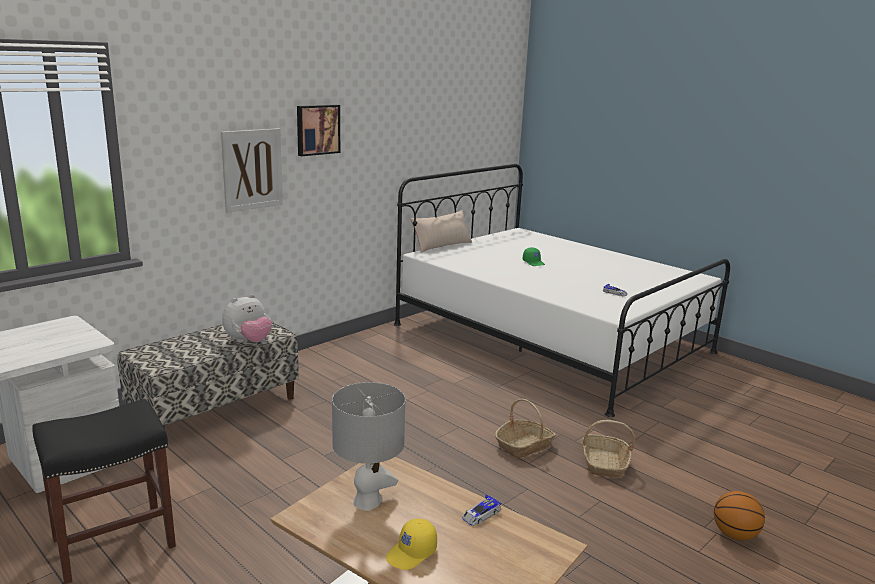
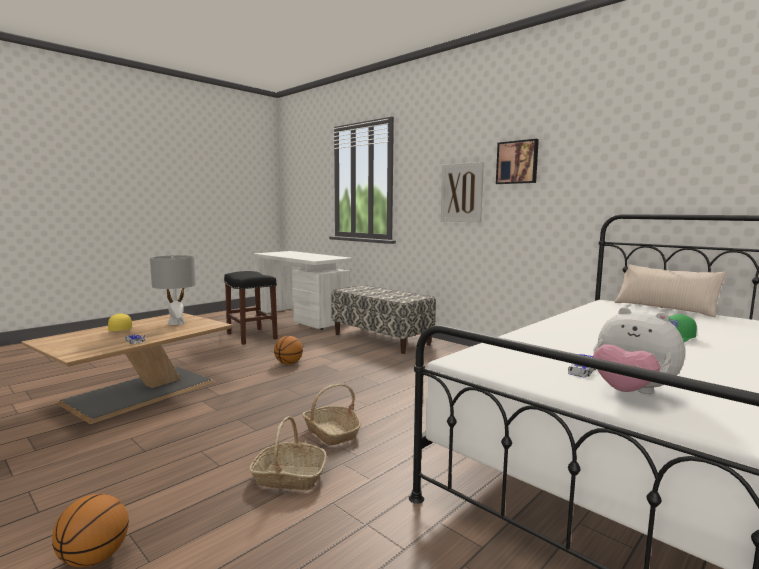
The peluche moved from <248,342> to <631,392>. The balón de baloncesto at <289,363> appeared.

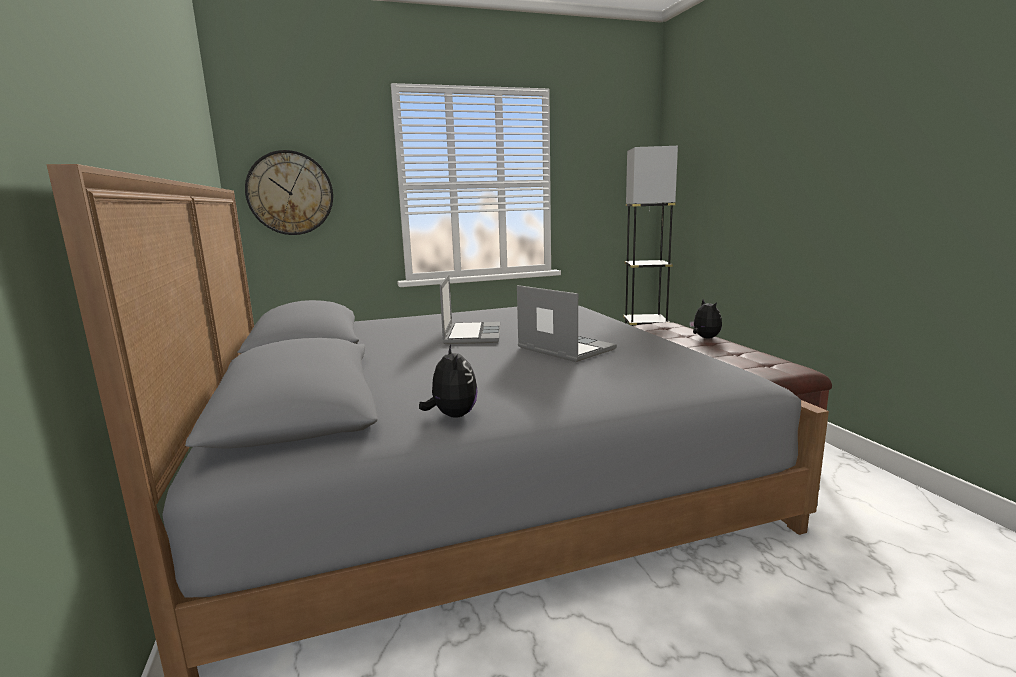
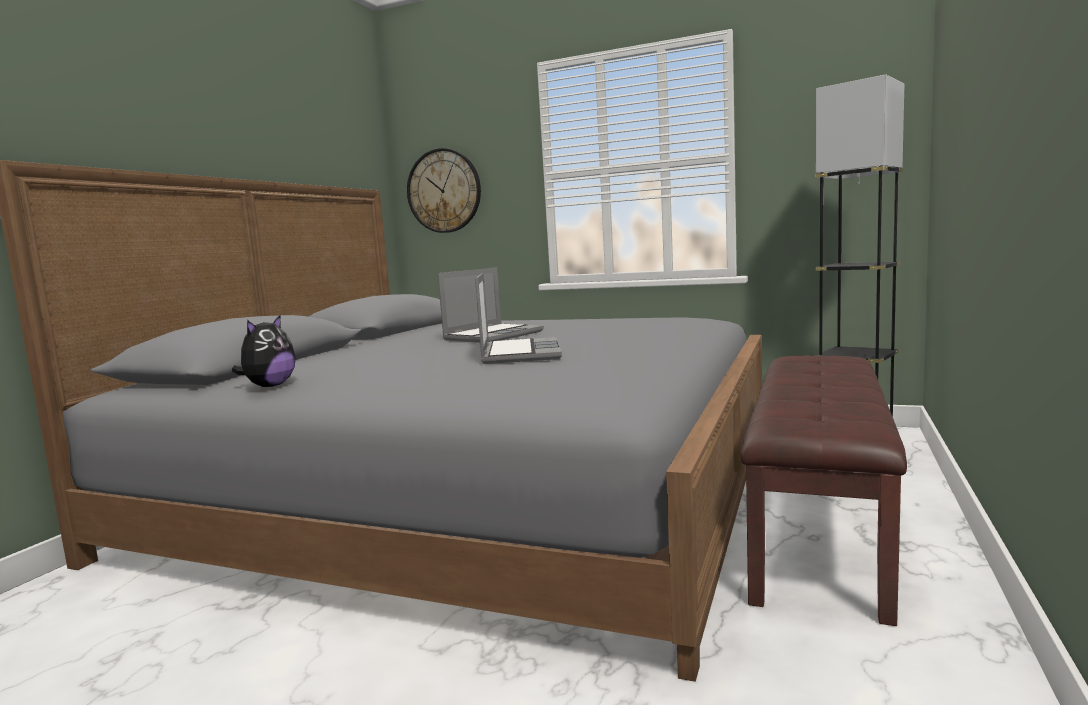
The peluche at <704,338> disappeared.

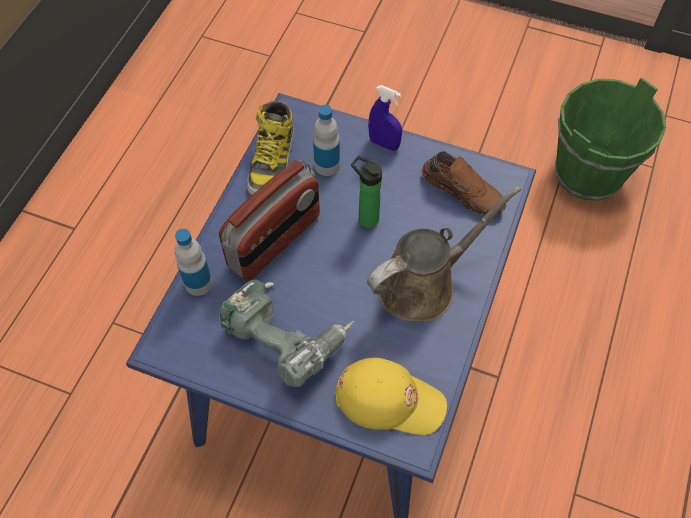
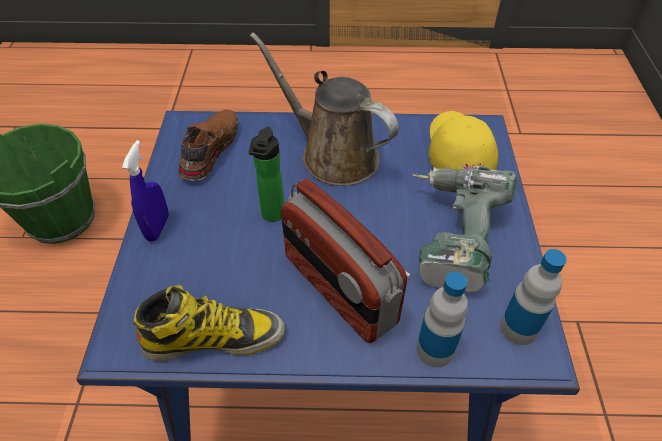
The radio at <275,241> turned 150 degrees counterclockwise. The botella moved from <327,165> to <518,328>.

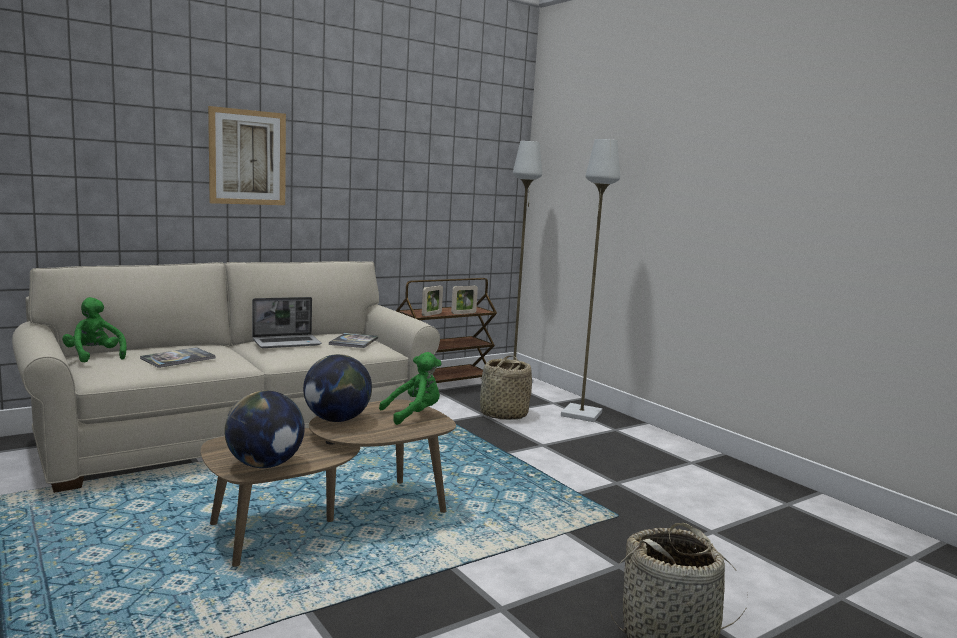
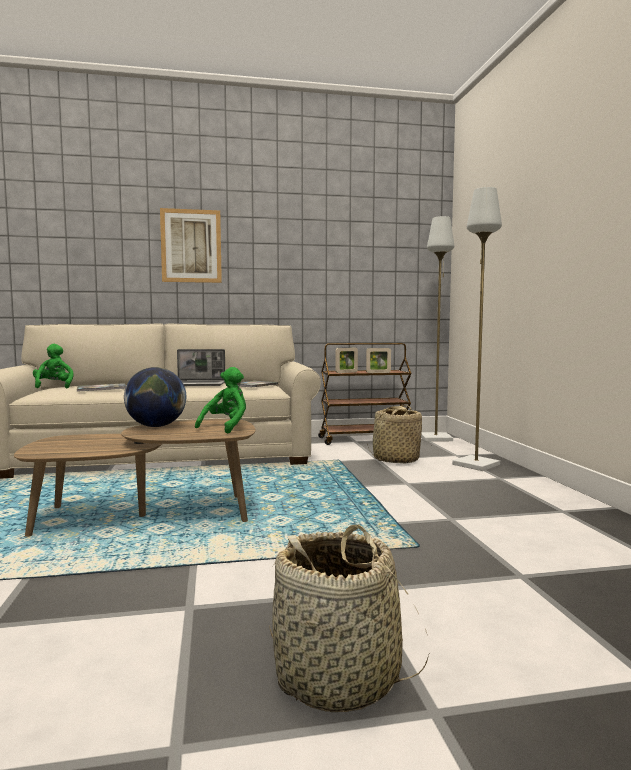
The globo terráqueo at <265,465> disappeared. The peluche [verde] at <414,415> turned 60 degrees counterclockwise.

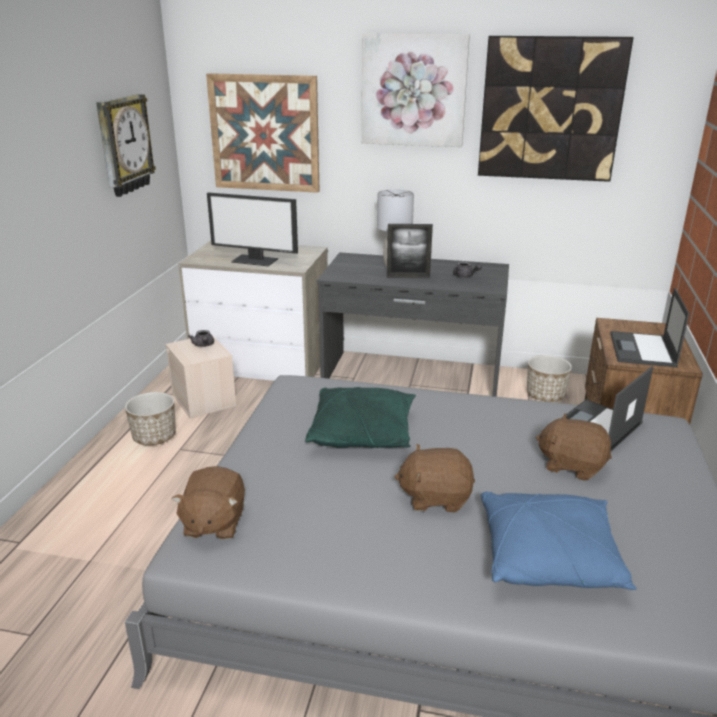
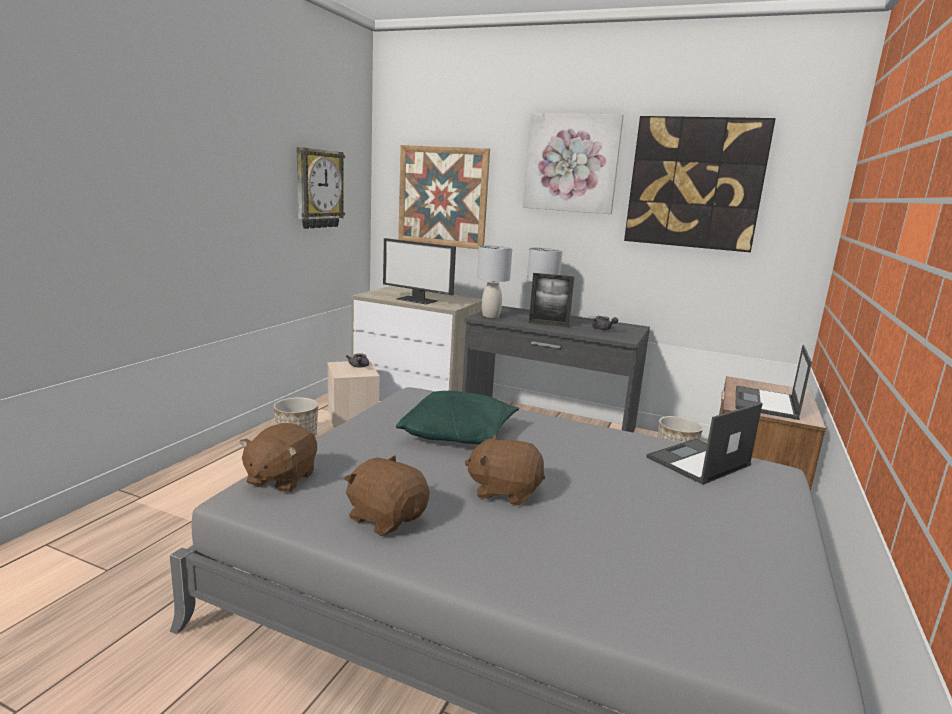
The cojín [azul] at <549,557> disappeared. The peluche [marrón] moved from <572,465> to <386,518>. The lámpara de mesa [gris] at <491,316> appeared.

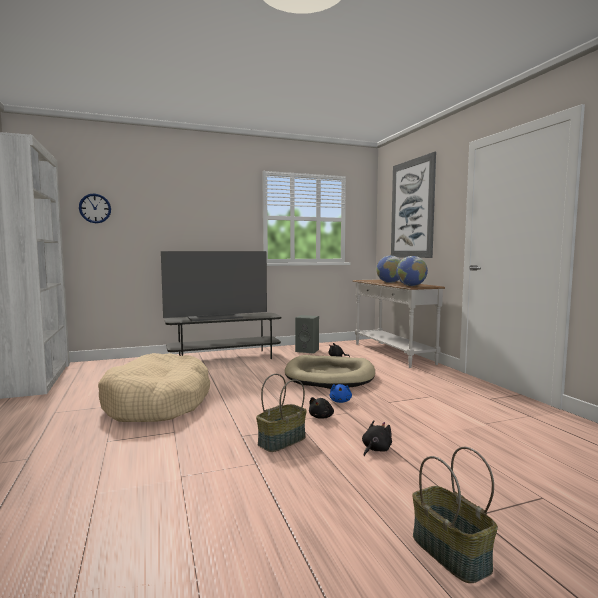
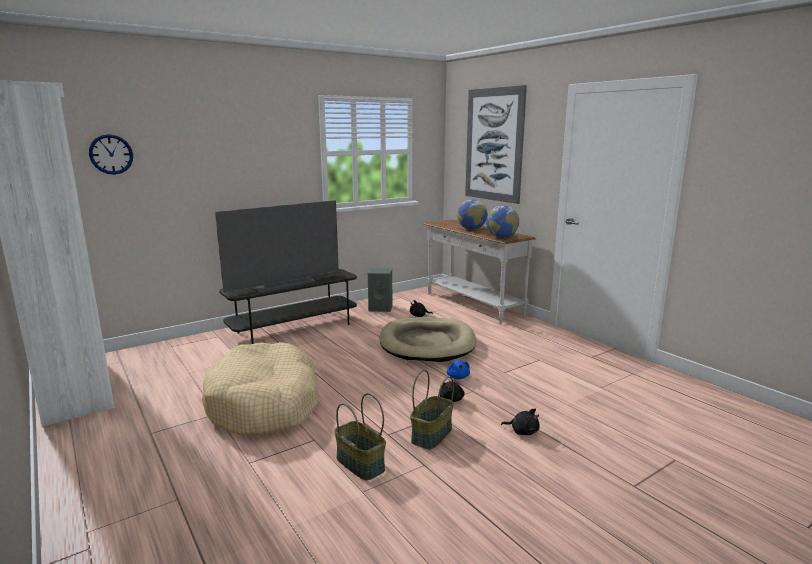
The peluche [negro] at <375,449> turned 90 degrees clockwise. The cesta moved from <449,552> to <359,464>.

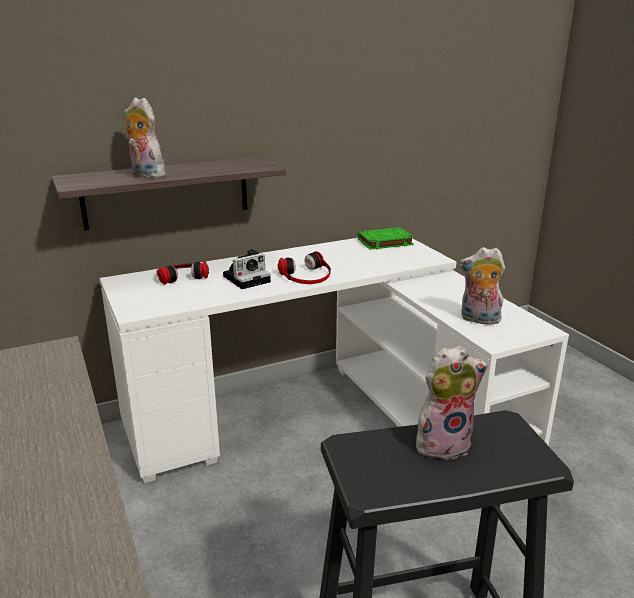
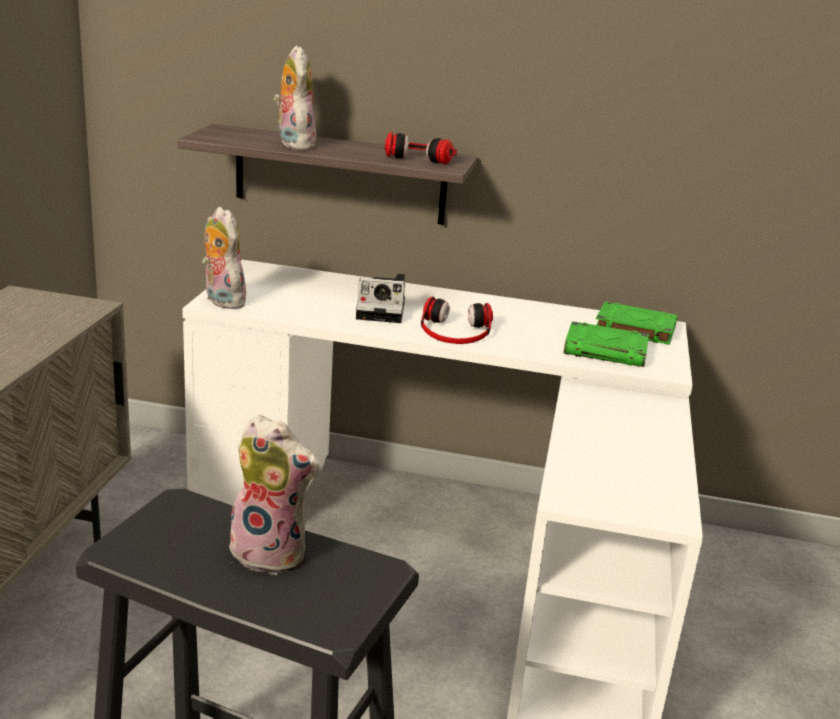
The auriculares moved from <182,276> to <422,156>. The peluche moved from <479,320> to <221,301>. The libro [verde] at <606,351> appeared.

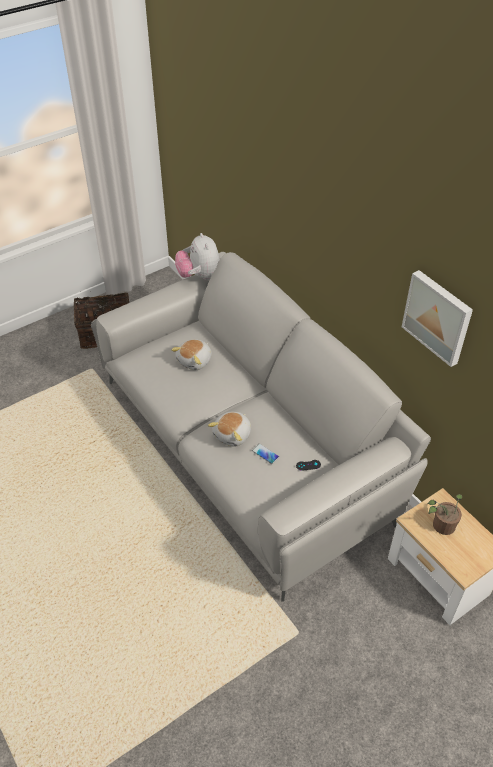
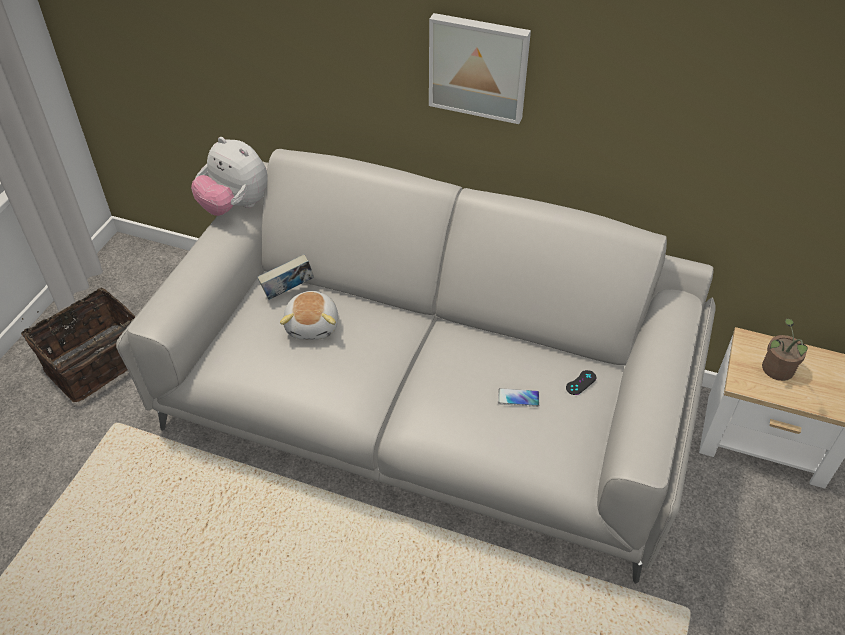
The peluche at <233,435> disappeared. The cuadro moved from <438,317> to <479,66>. The libro at <288,292> appeared.

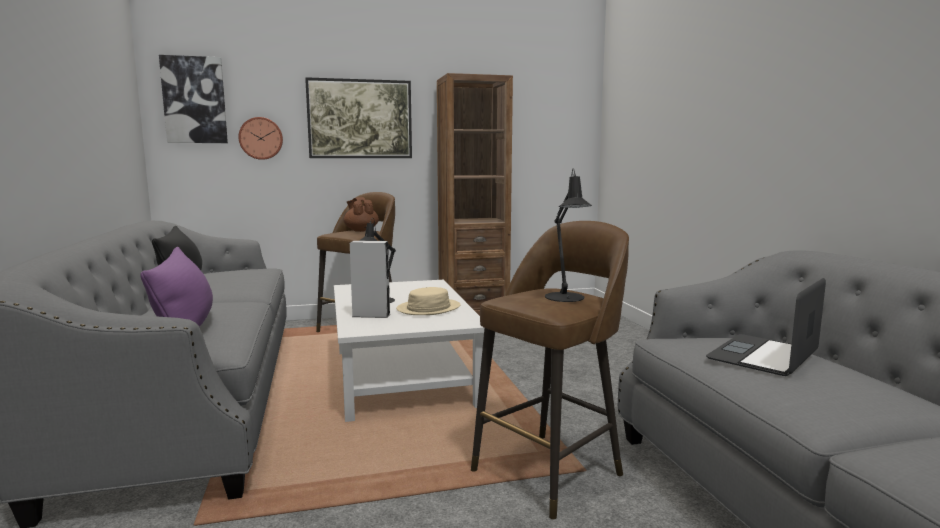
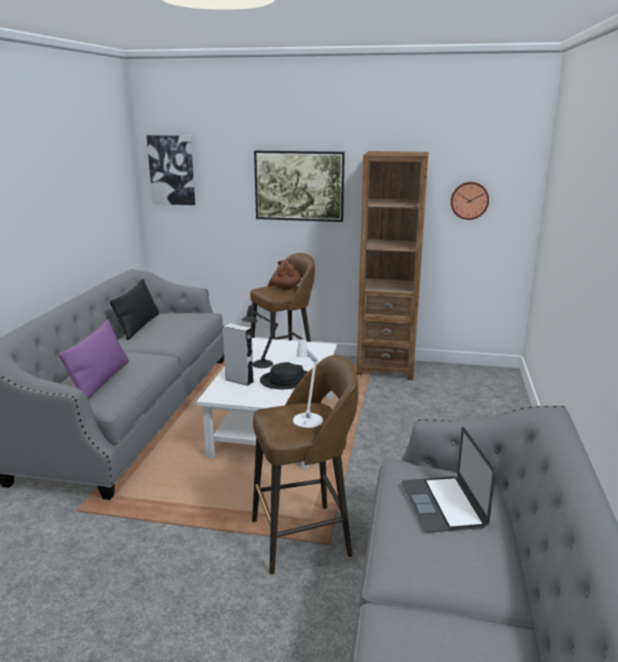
The reloj de pared moved from <261,138> to <469,200>. The sombrero [beis] at <429,308> became the sombrero [negro] at <286,380>. The lámpara de mesa [negro] at <566,298> became the lámpara de mesa [blanco] at <306,422>. The portátil at <763,355> turned 75 degrees counterclockwise.

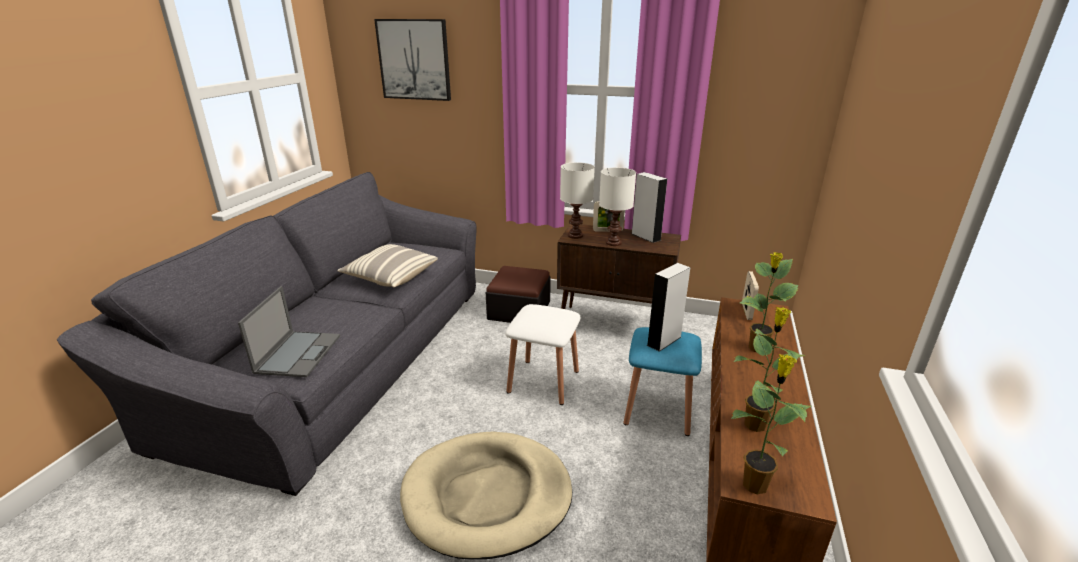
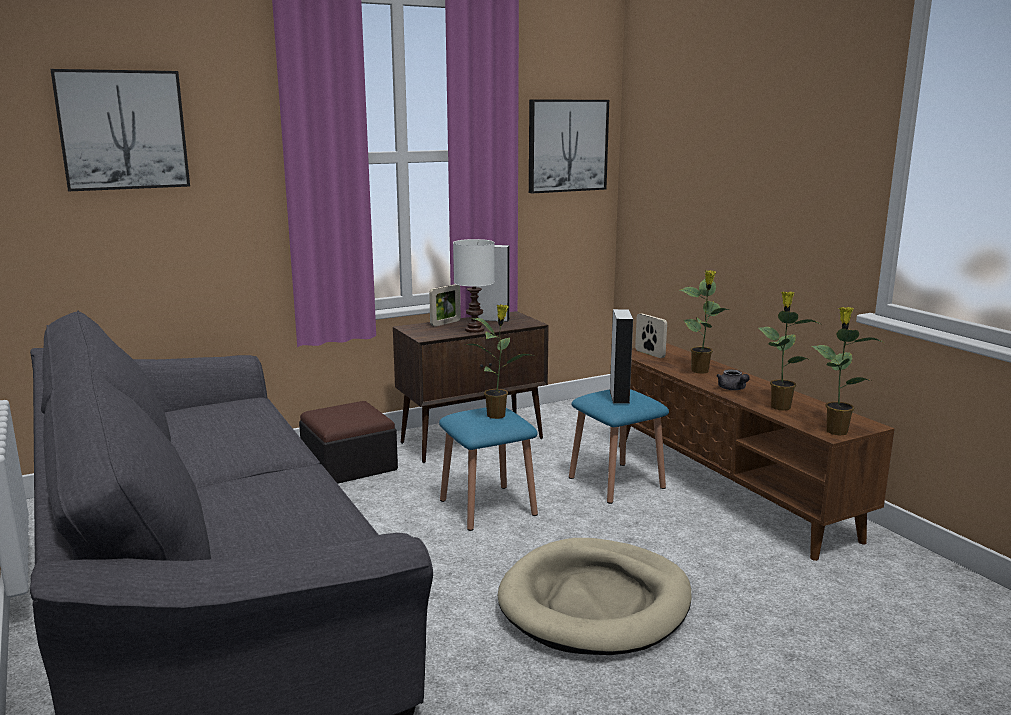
The portátil at <298,353> disappeared. The cojín at <390,277> disappeared. The taburete [blanco] at <543,381> became the taburete [azul] at <488,507>. The lámpara de mesa [blanco] at <574,236> disappeared. The planta en maceta at <497,415> appeared. The cuadro at <567,145> appeared. The tetera [gris] at <733,389> appeared.

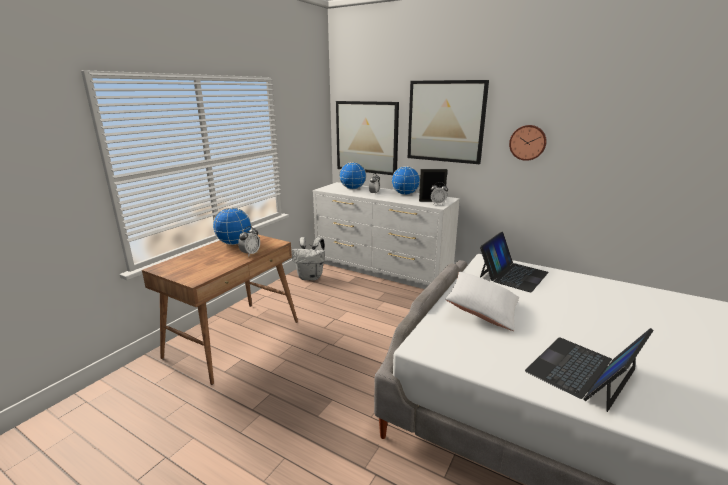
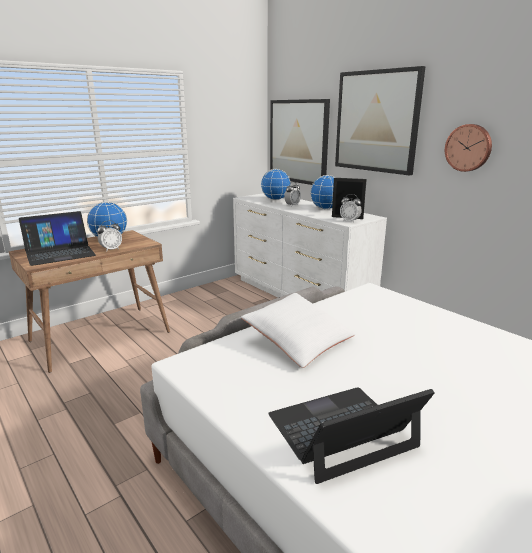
The mochila [blanco] at <311,277> disappeared. The portátil moved from <512,274> to <60,253>.

